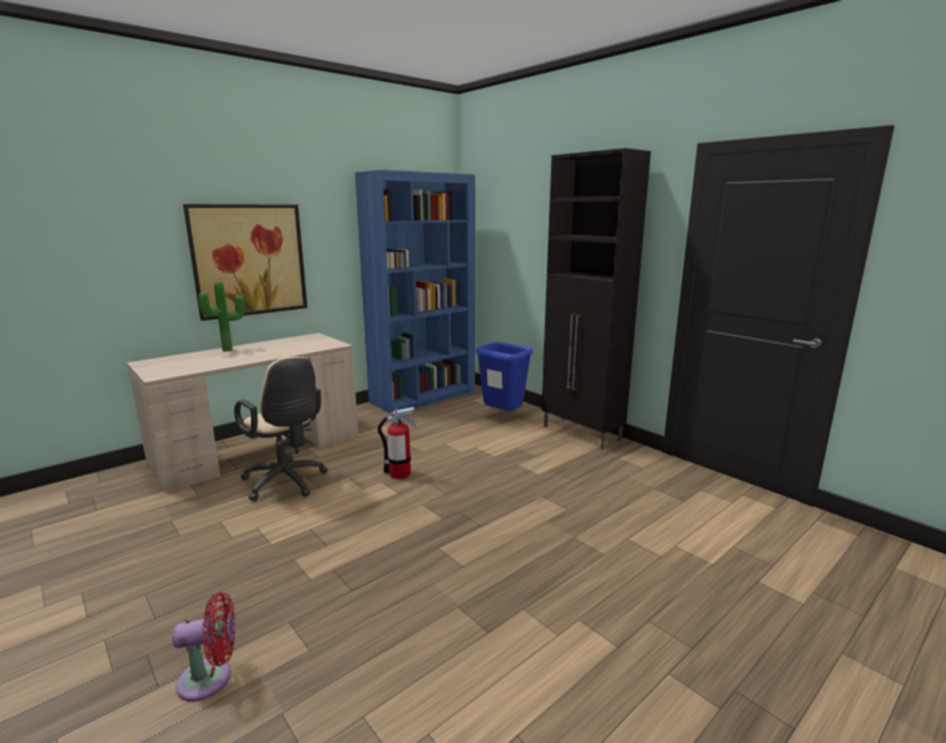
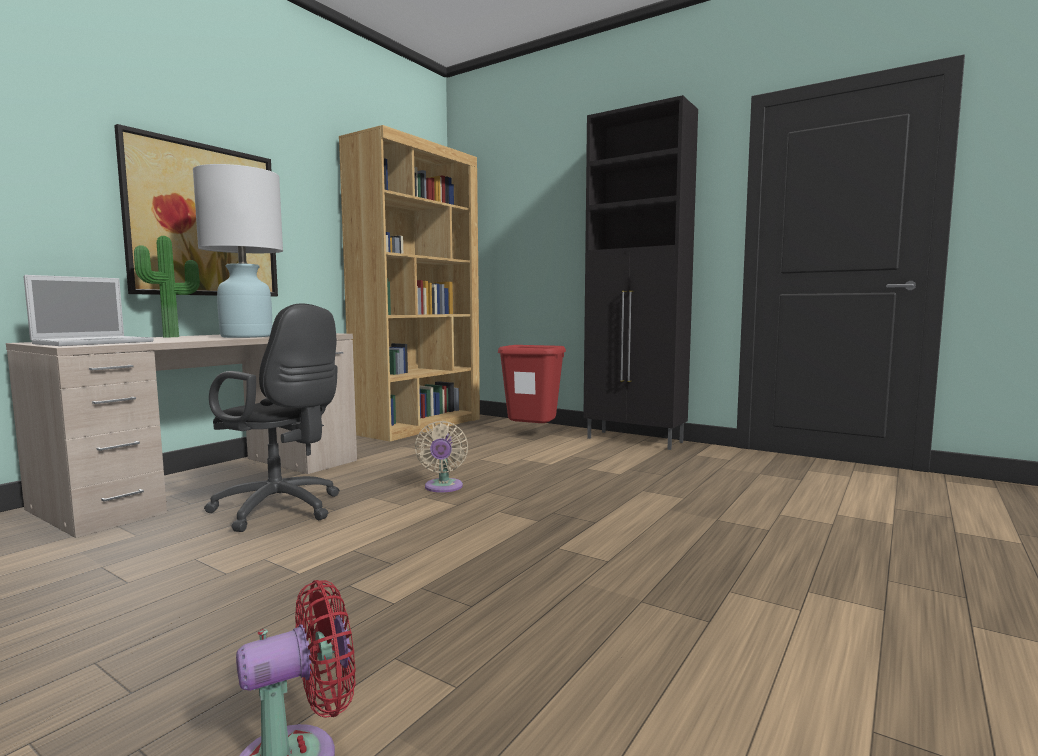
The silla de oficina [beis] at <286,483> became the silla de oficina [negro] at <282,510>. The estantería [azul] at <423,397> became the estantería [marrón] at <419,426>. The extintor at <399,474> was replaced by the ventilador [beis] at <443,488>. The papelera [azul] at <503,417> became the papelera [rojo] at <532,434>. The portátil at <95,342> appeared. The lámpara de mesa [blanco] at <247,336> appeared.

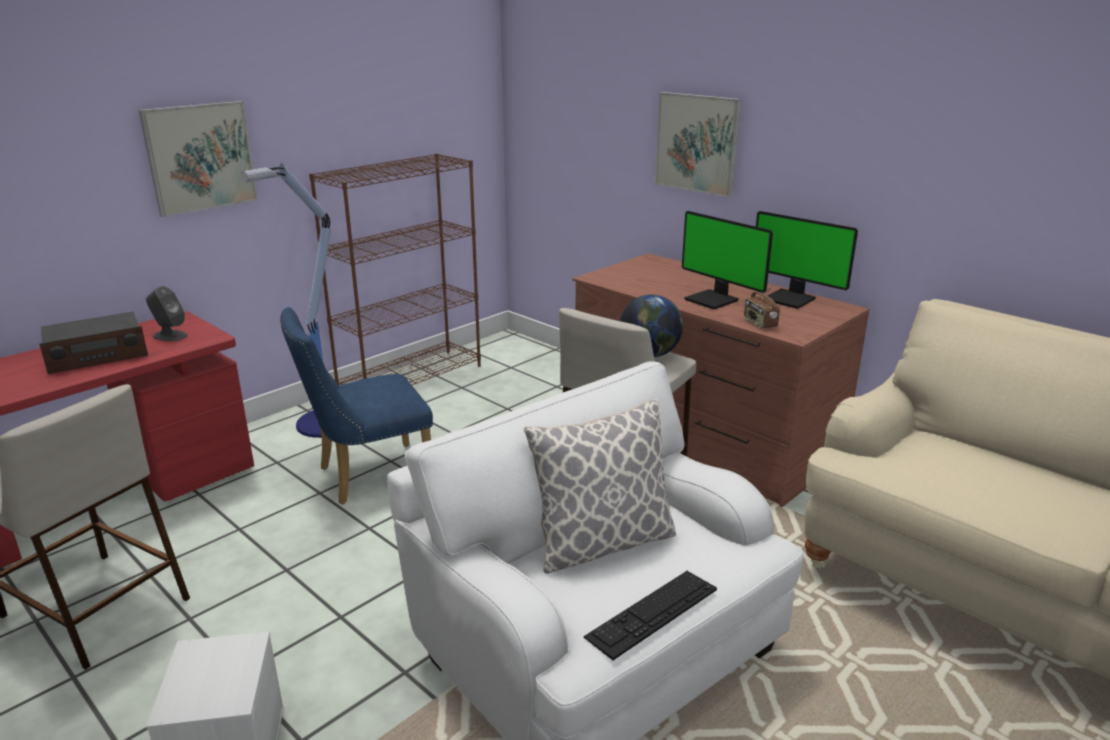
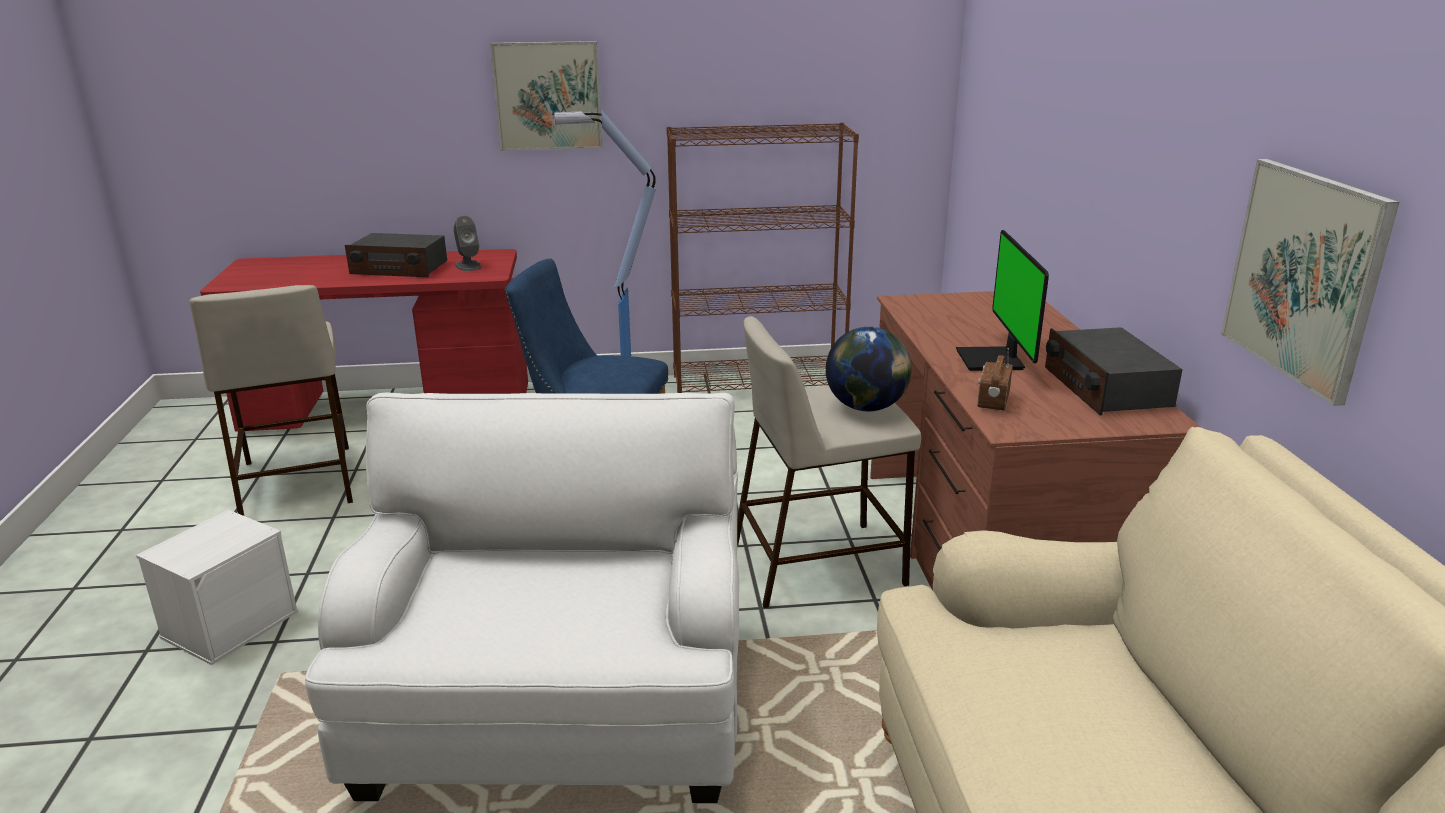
The cojín at <602,543> disappeared. The teclado at <652,612> disappeared. The cuadro moved from <697,143> to <1304,276>. The monitor at <791,299> was replaced by the radio at <1105,387>.

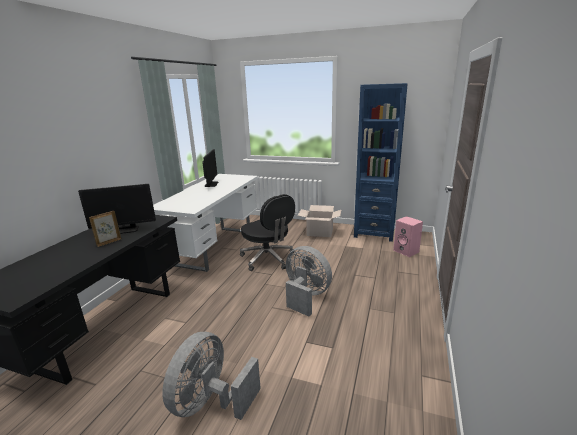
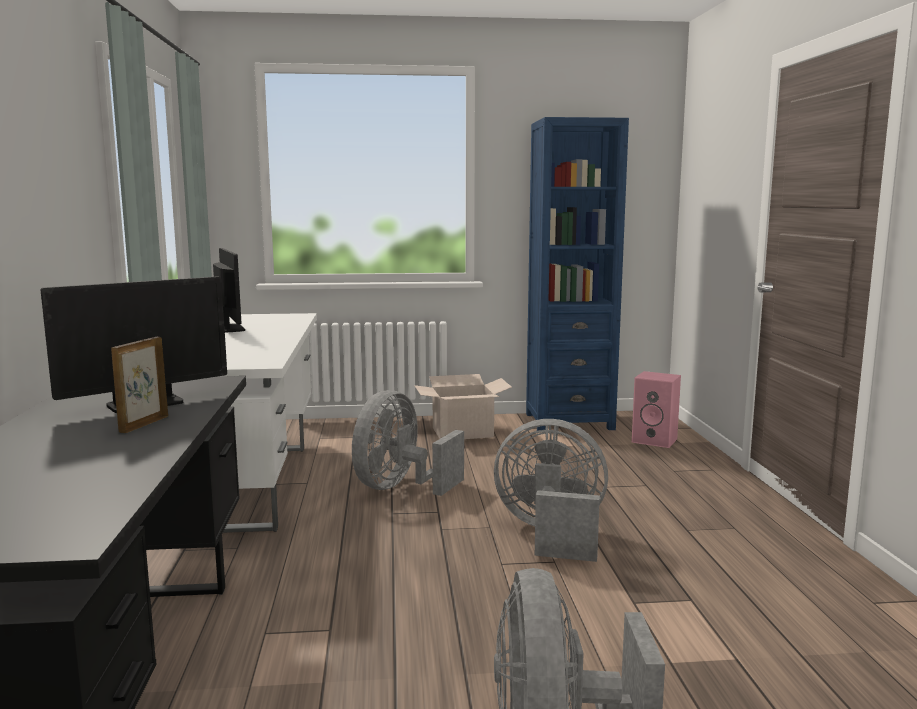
The silla de oficina [negro] at <268,258> was replaced by the ventilador [gris] at <400,487>.

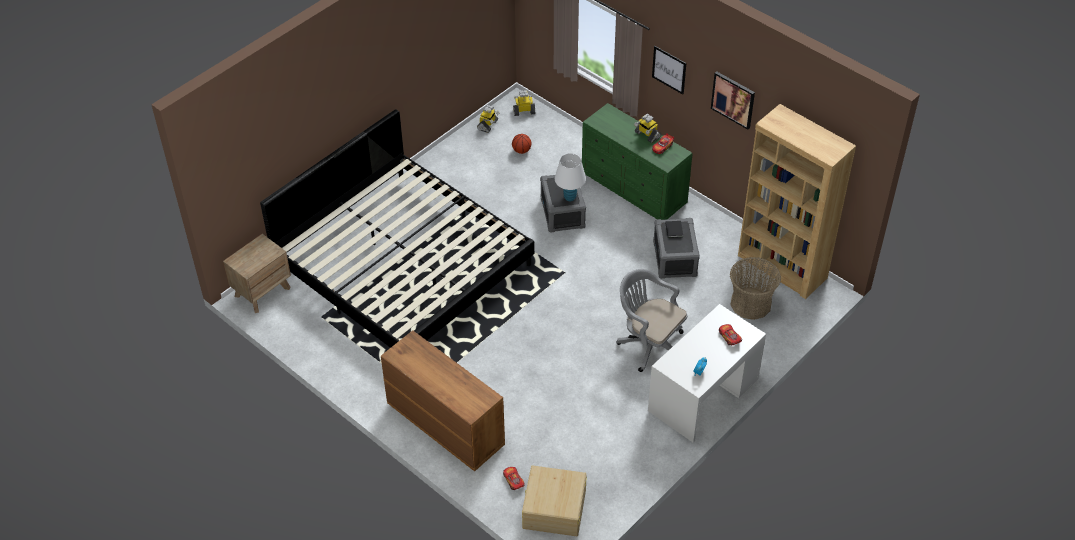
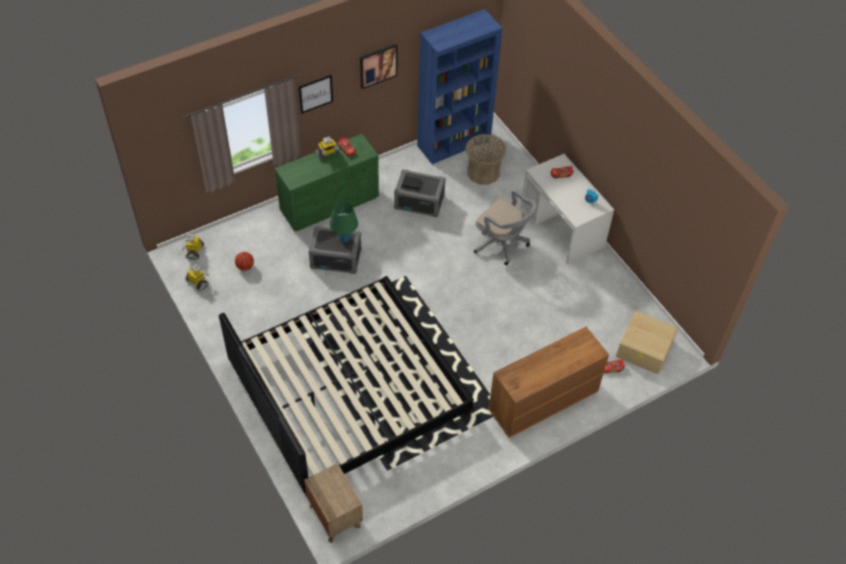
The lámpara de mesa [blanco] at <570,197> became the lámpara de mesa [verde] at <344,238>. The silla de oficina [gris] at <649,344> turned 105 degrees counterclockwise. The estantería [marrón] at <782,267> became the estantería [azul] at <454,143>.

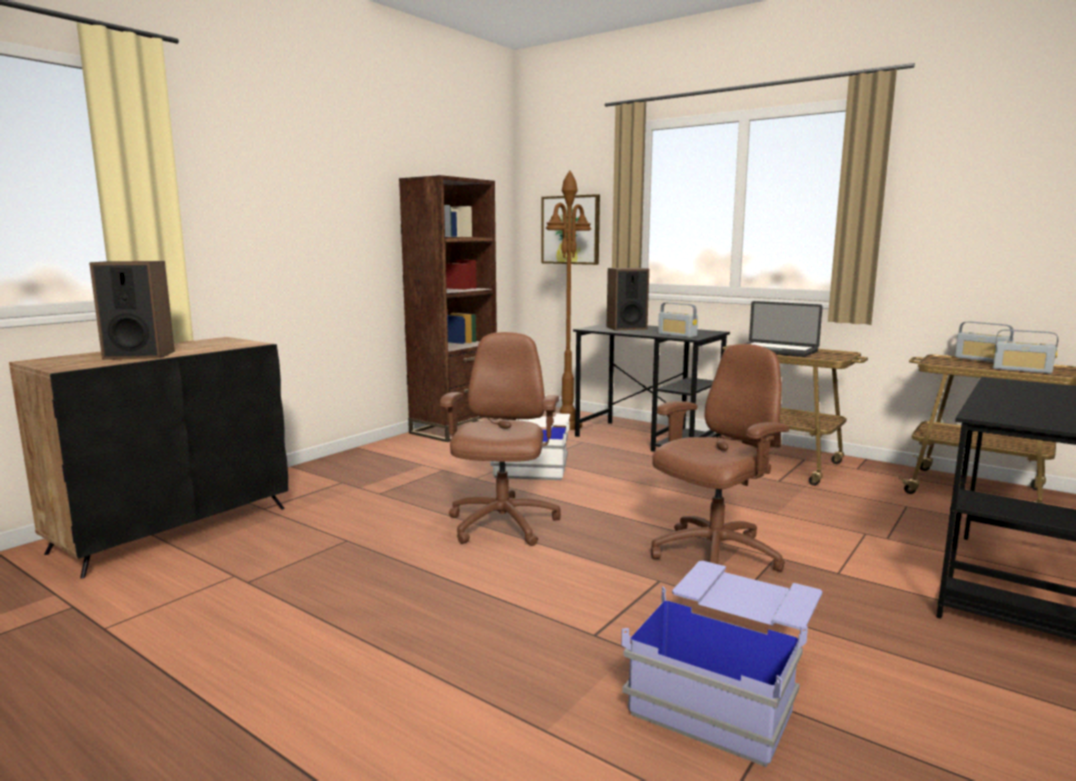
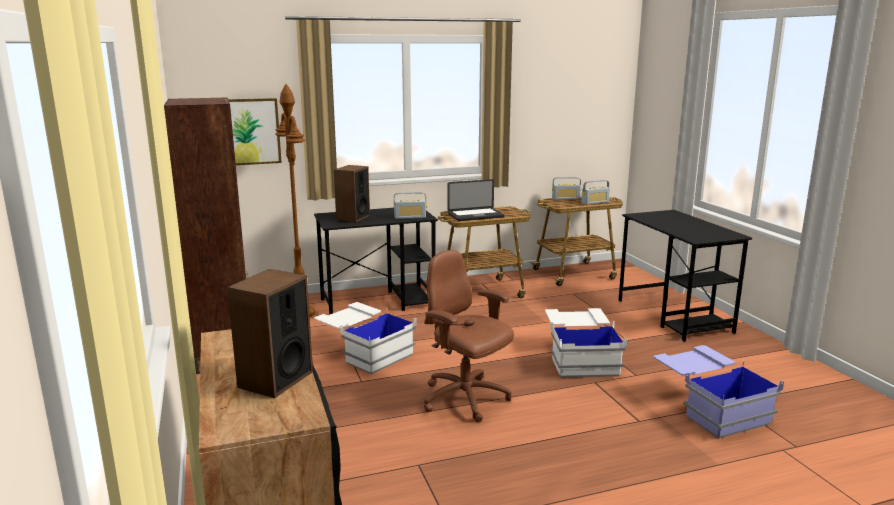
The silla de oficina [marrón] at <713,556> was replaced by the caja de almacenaje [blanco] at <580,358>.

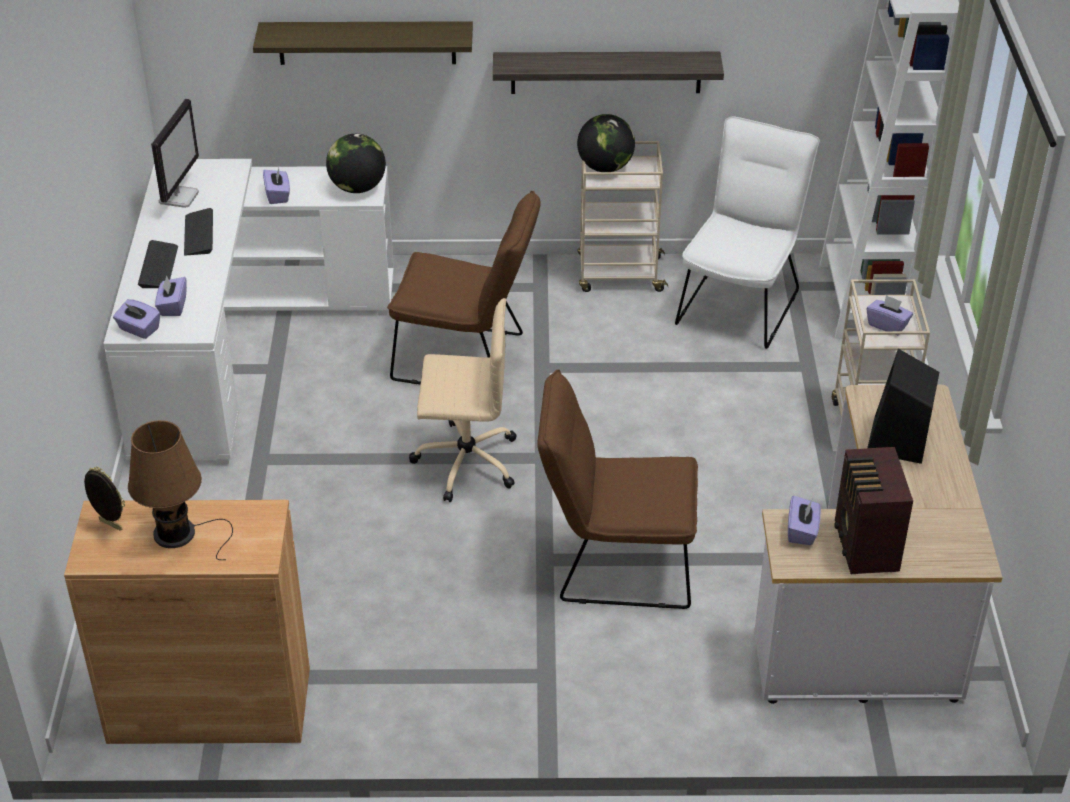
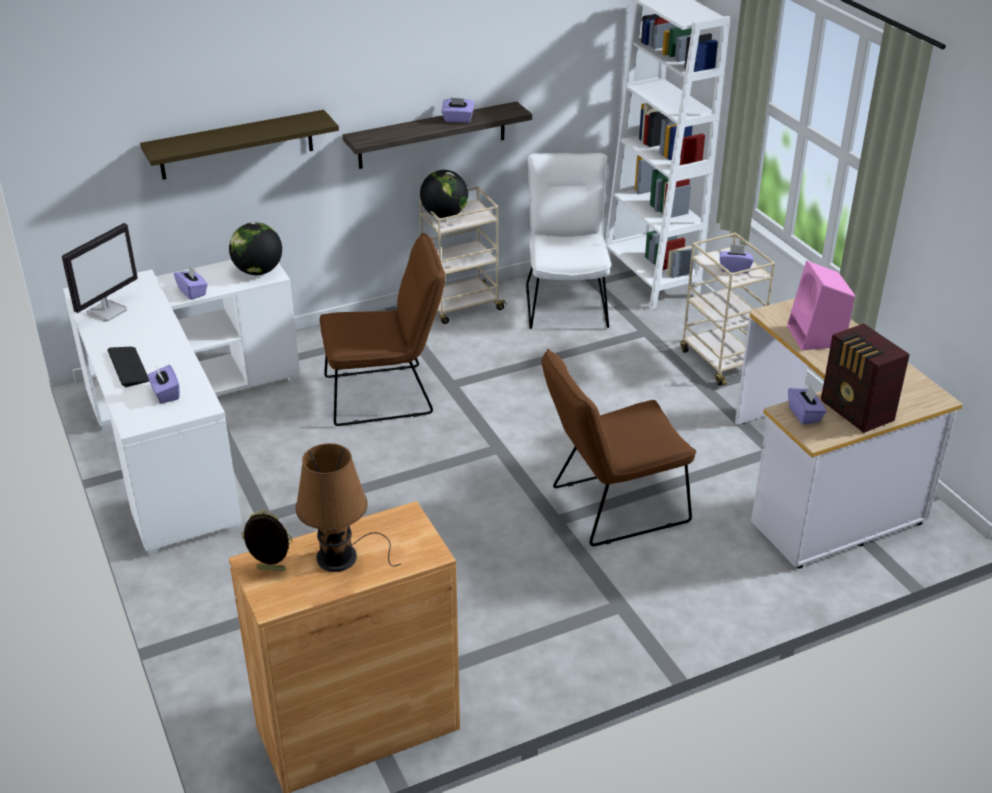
The caja de pañuelos [morado] moved from <138,329> to <458,119>. The monitor at <179,197> turned 45 degrees clockwise. The teclado at <199,234> disappeared. The silla de oficina [beis] at <465,461> disappeared. The altavoz [negro] at <898,441> became the altavoz [rosa] at <816,337>.

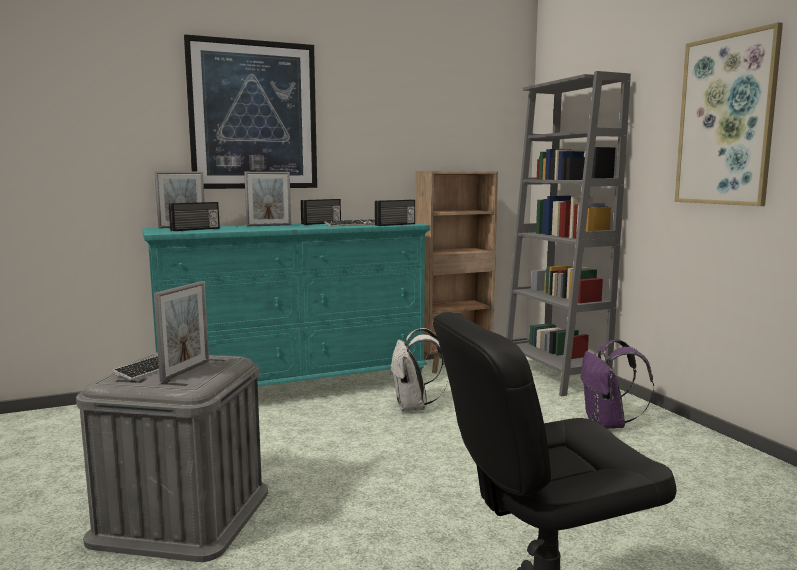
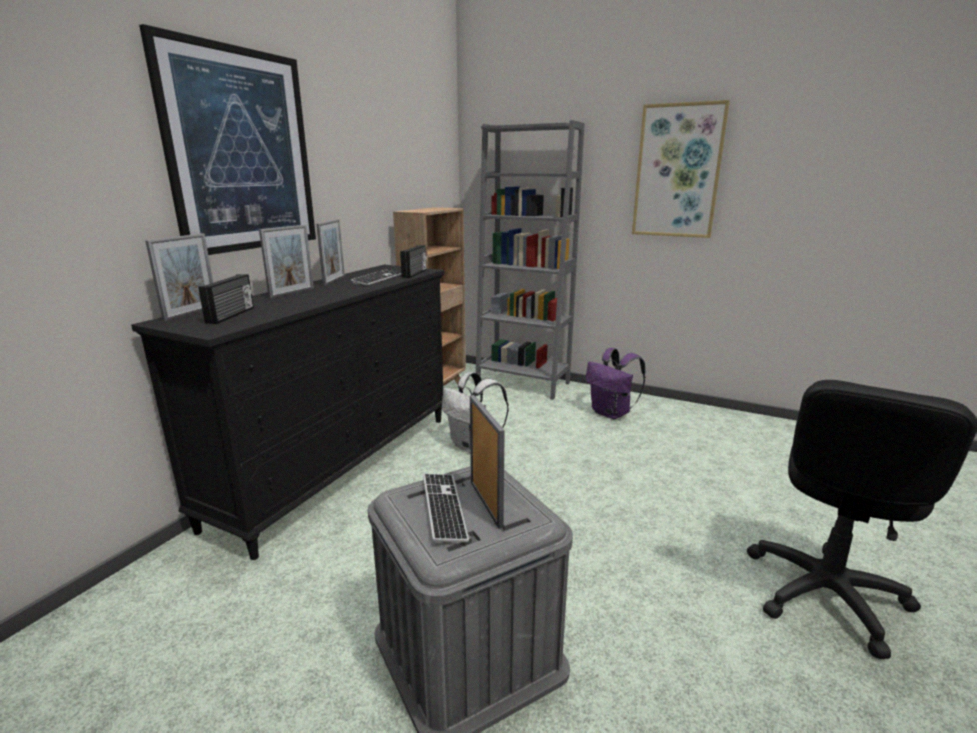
The cómoda [turquesa] at <296,389> became the cómoda [negro] at <341,466>. The radio at <322,223> was replaced by the portarretratos at <334,281>.

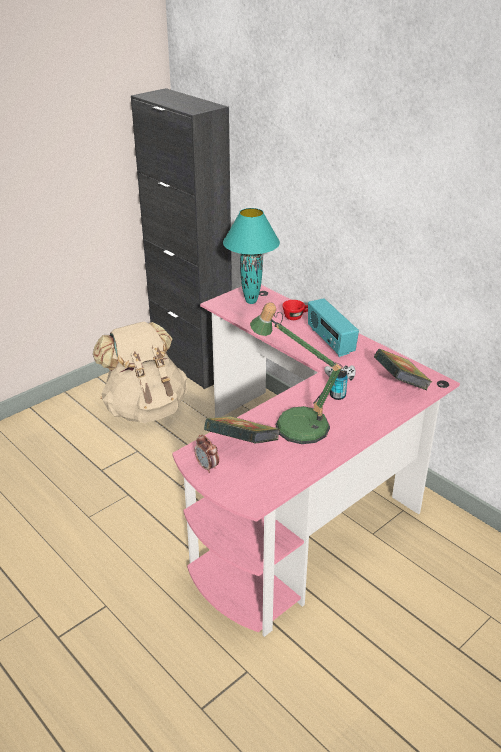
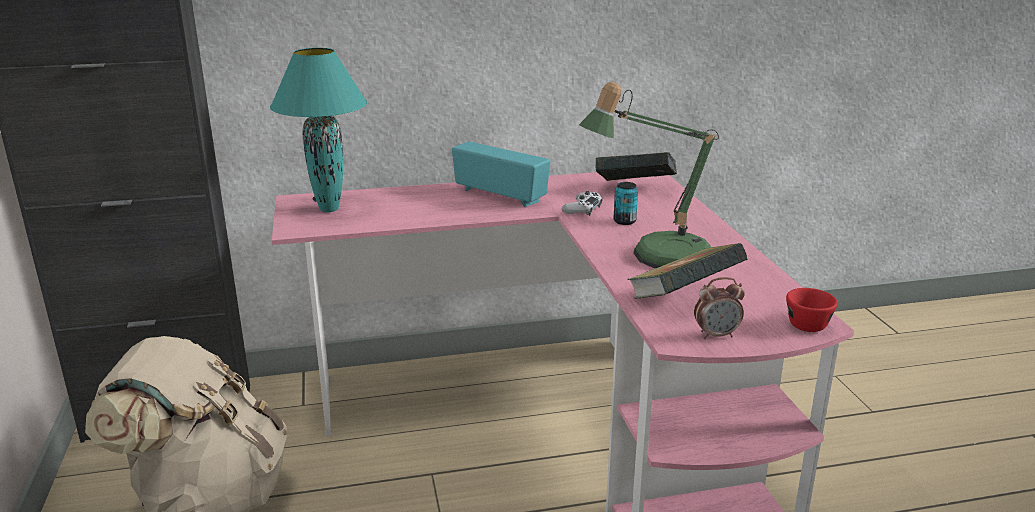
The taza [rojo] moved from <296,316> to <806,322>. The radio at <330,342> turned 150 degrees counterclockwise.

